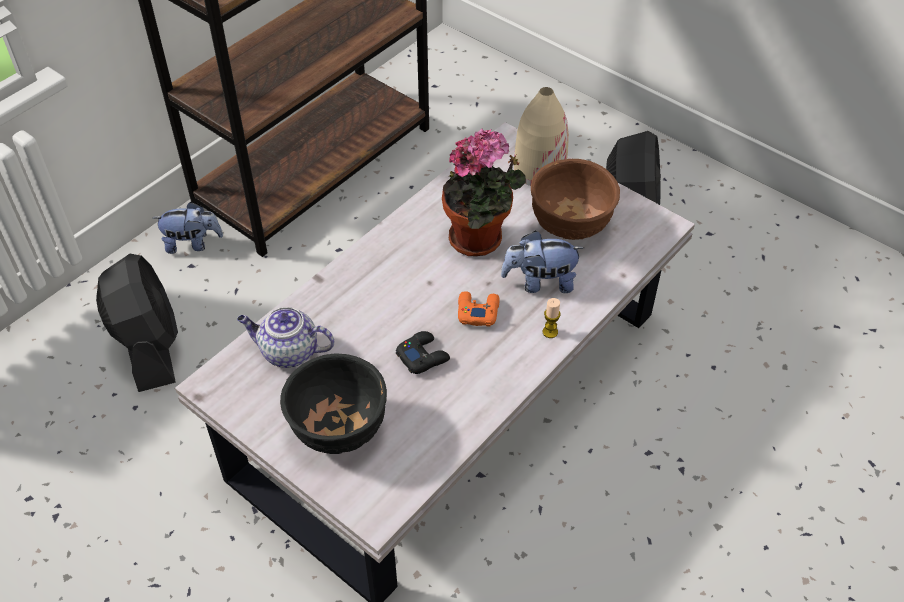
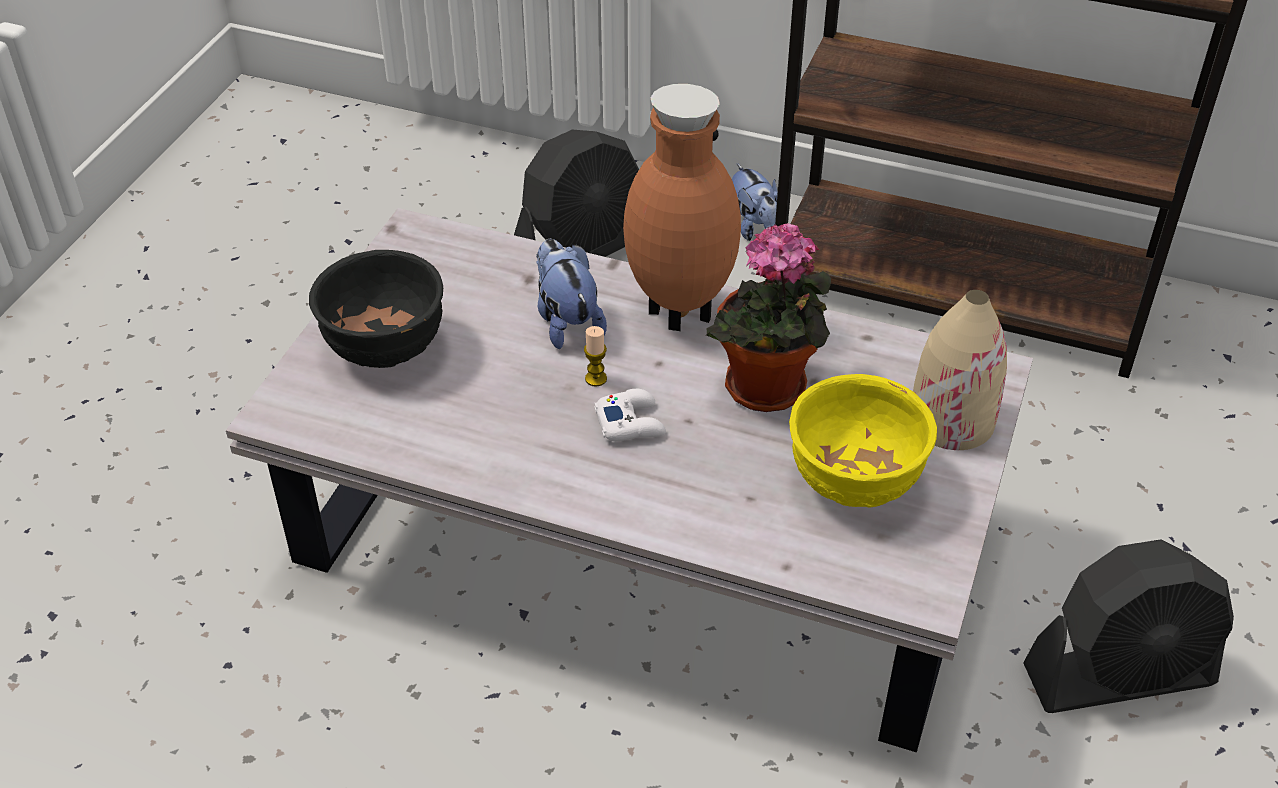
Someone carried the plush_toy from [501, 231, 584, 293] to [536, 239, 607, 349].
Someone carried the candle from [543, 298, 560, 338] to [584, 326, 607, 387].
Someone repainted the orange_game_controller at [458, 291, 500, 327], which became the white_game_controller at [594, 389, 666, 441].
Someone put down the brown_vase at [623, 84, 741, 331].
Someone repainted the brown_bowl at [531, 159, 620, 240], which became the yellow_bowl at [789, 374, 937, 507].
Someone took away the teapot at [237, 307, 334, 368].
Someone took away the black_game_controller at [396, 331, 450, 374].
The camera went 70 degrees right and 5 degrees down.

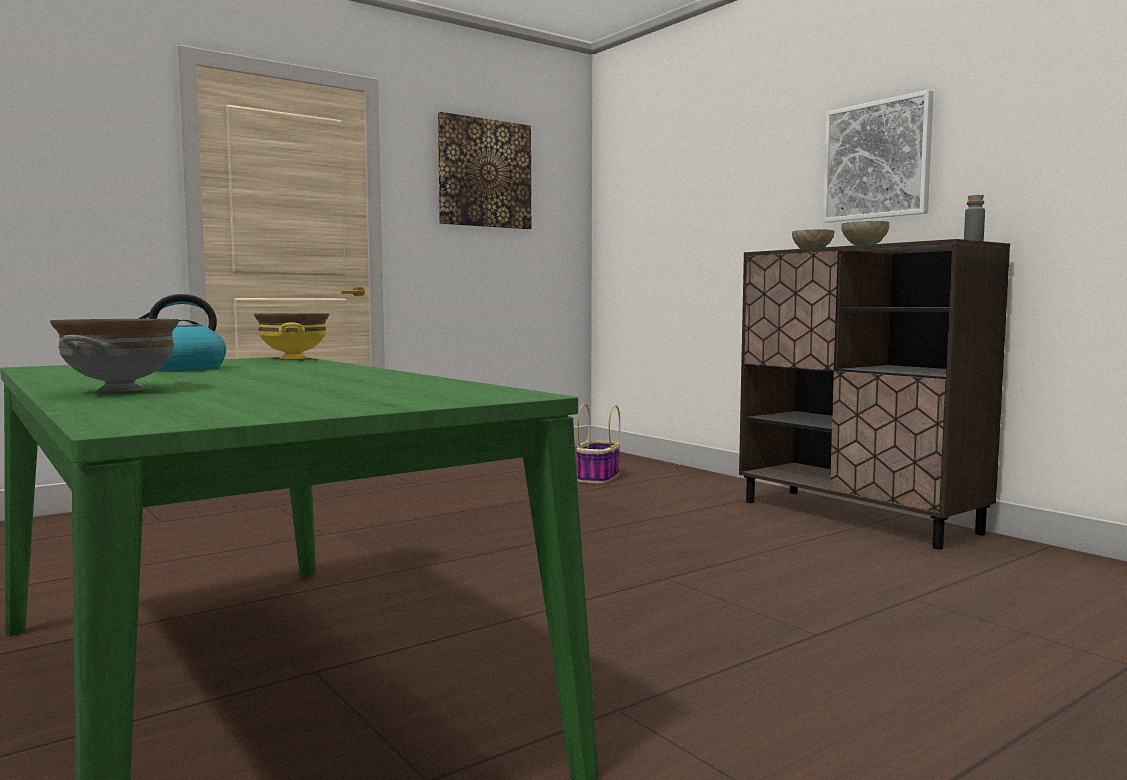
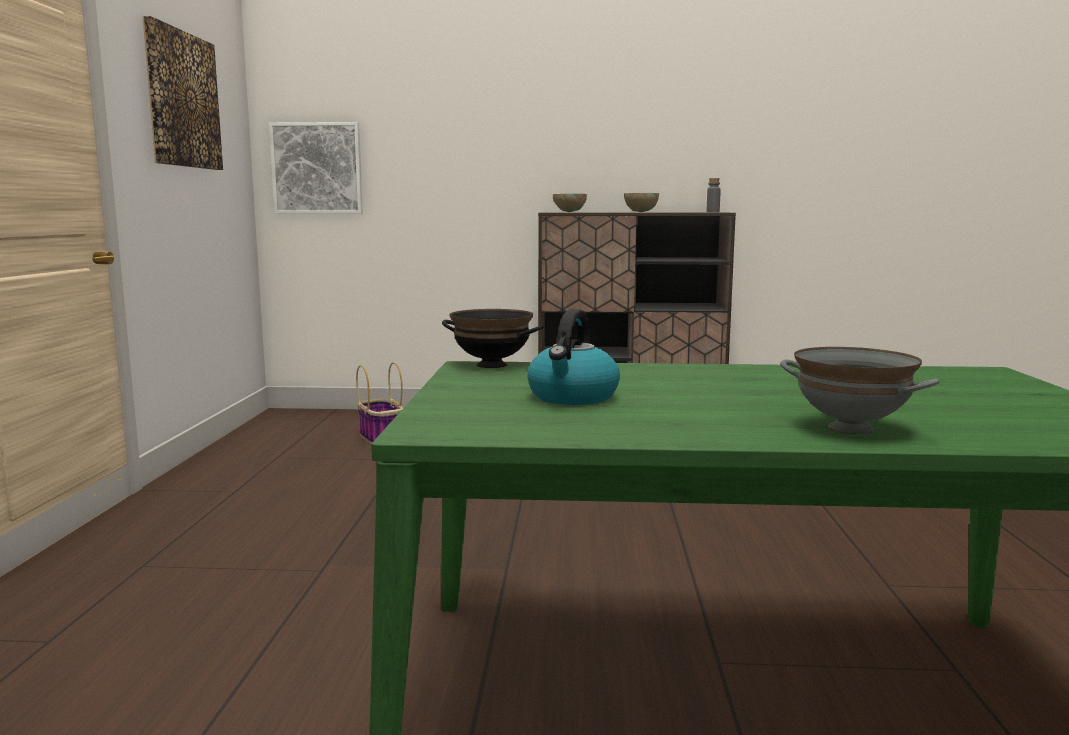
Someone carried the picture from [823, 90, 933, 223] to [269, 122, 363, 214].
Someone repainted the yellow_bowl at [254, 313, 329, 359], which became the black_bowl at [442, 309, 543, 368].
The camera went 50 degrees left and 5 degrees up.

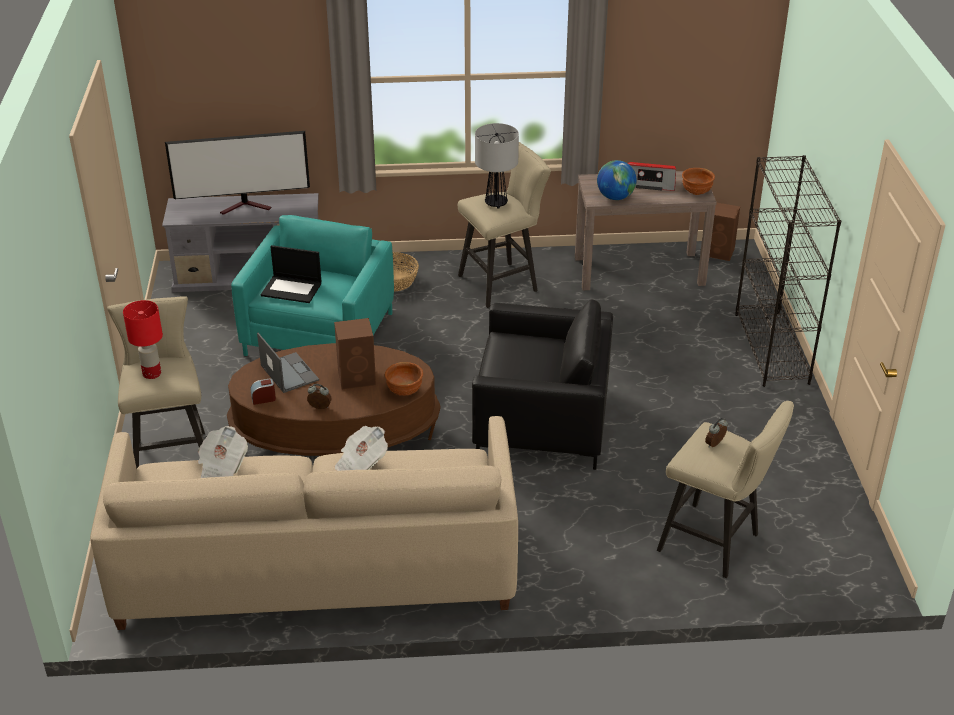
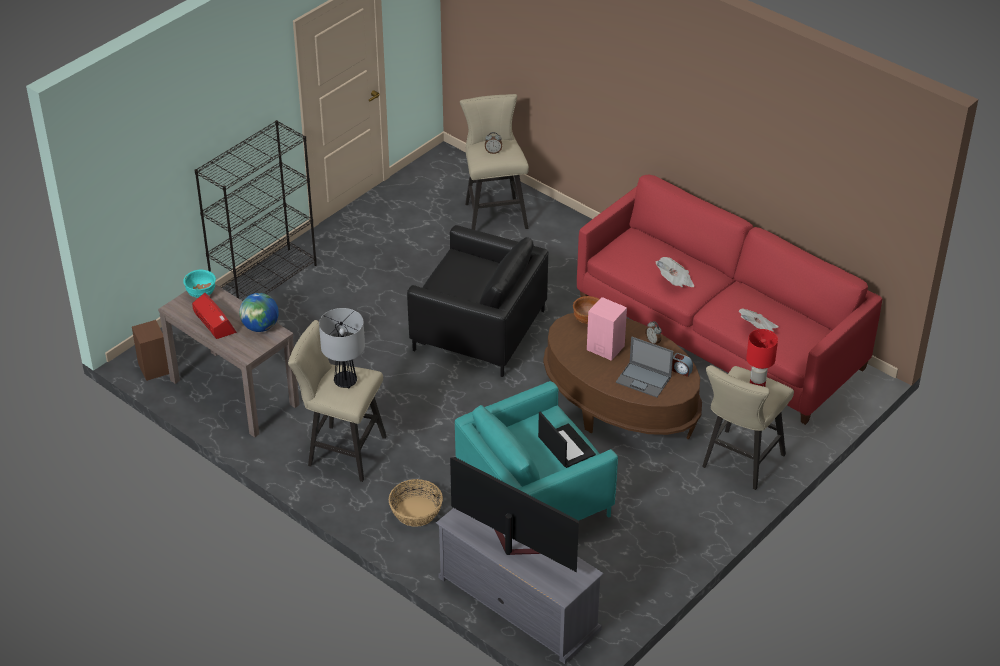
Someone repainted the brown_bowl at [682, 168, 715, 195], which became the turquoise_bowl at [183, 270, 216, 298].
Someone rotated the black_armchair at [472, 300, 613, 470] by 150 degrees clockwise.
Someone repainted the beige_sofa at [90, 416, 518, 630], which became the red_sofa at [577, 175, 882, 425].
Someone repainted the brown_speaker at [334, 318, 376, 389], which became the pink_speaker at [587, 297, 627, 361].
Someone rotated the laptop at [257, 333, 319, 393] by 75 degrees counterclockwise.
The camera went 135 degrees left and 5 degrees up.

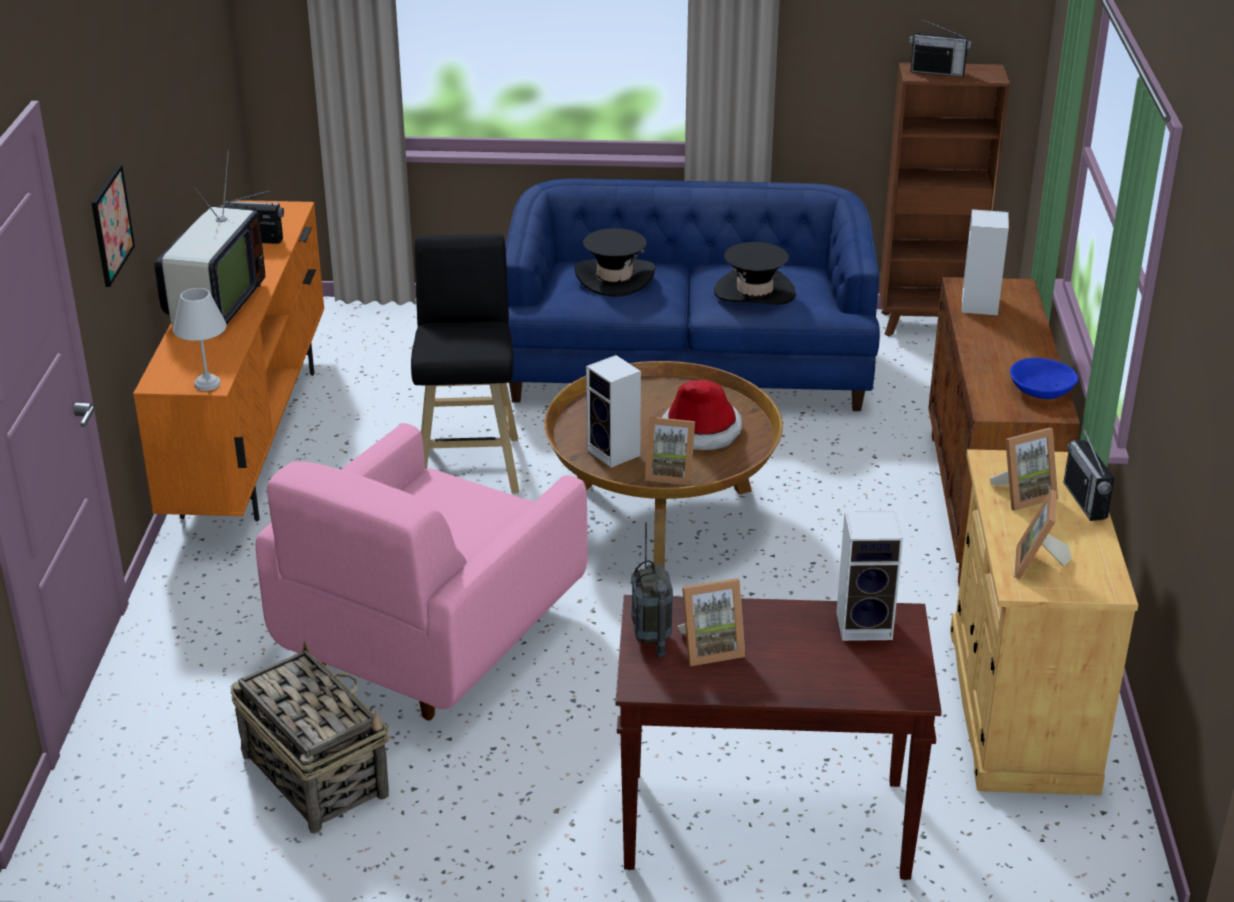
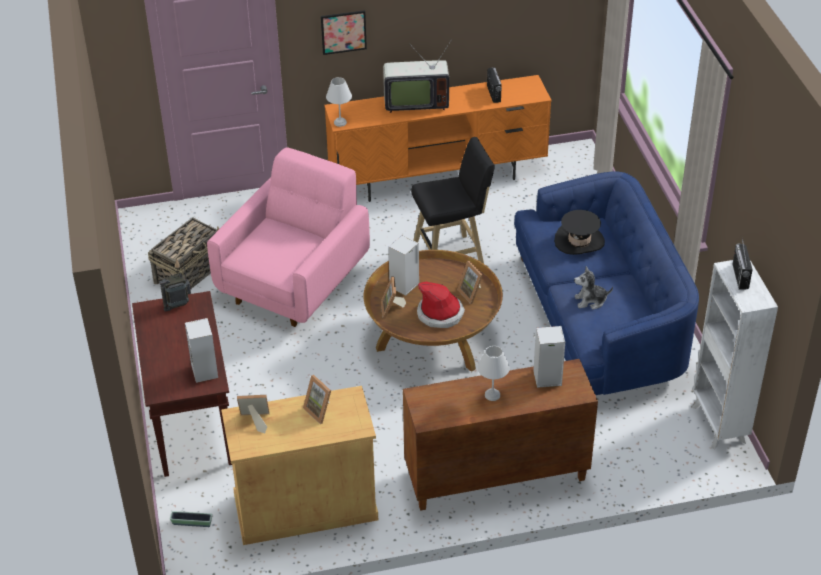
Someone put down the planter at [170, 511, 212, 527].
Someone rotated the pink_armchair at [256, 423, 588, 721] by 105 degrees clockwise.
Someone carried the picture_frame from [678, 578, 745, 666] to [457, 261, 483, 304].
Someone put down the white_table_lamp at [478, 346, 510, 401].
Someone swapped the black_hat at [714, 242, 796, 305] for the plush_toy at [574, 266, 613, 310].
Someone repainted the brown_bookcase at [879, 63, 1010, 336], which became the white_bookcase at [691, 260, 778, 450].
Someone took away the blue_bowl at [1010, 358, 1078, 399].
Someone took away the radio at [1063, 426, 1115, 521].
The camera went 75 degrees right and 10 degrees up.

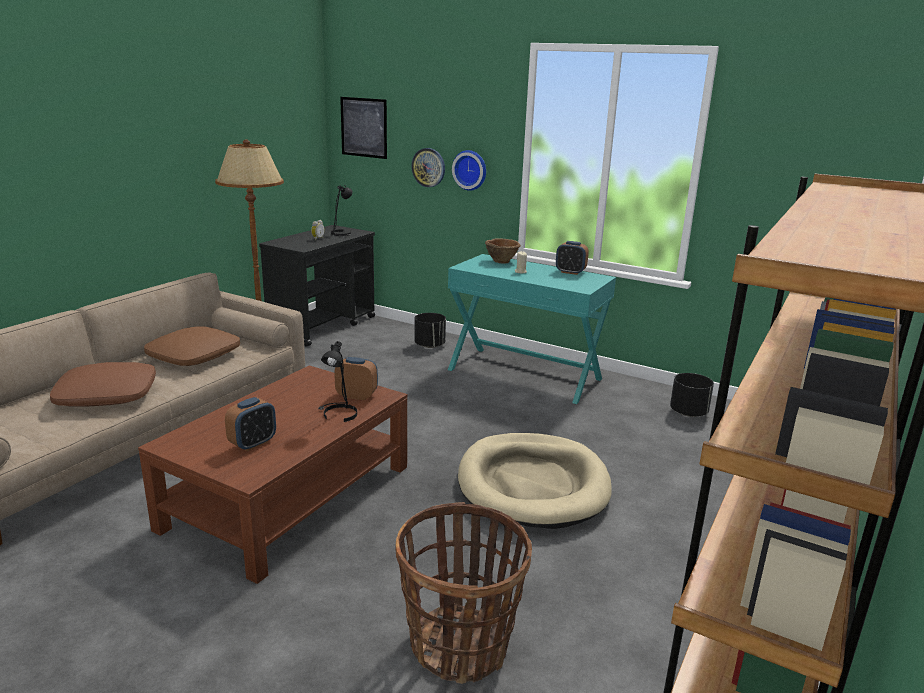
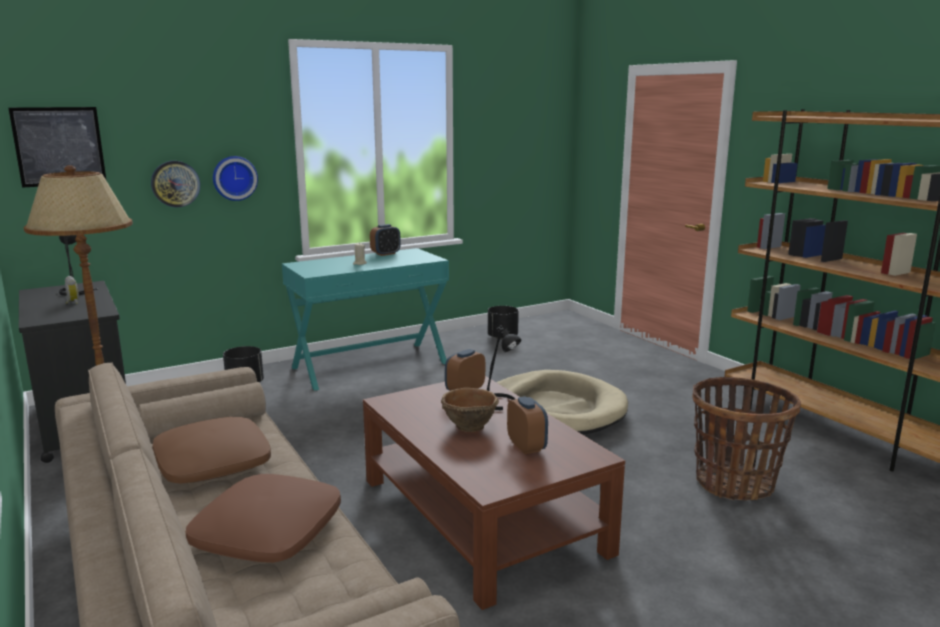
Someone carried the brown_bowl from [485, 238, 521, 264] to [441, 388, 499, 432].
The camera went 60 degrees left and 5 degrees down.

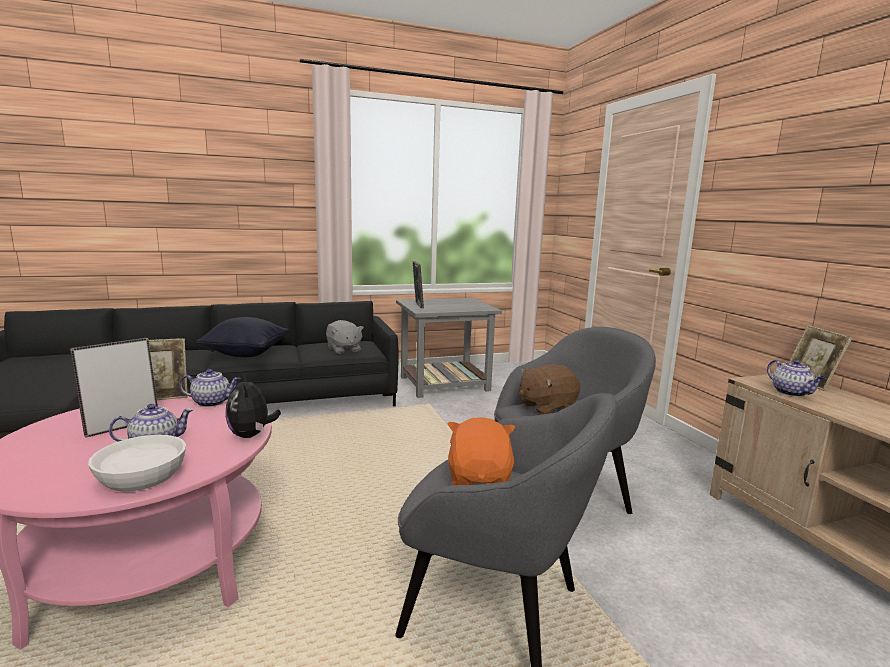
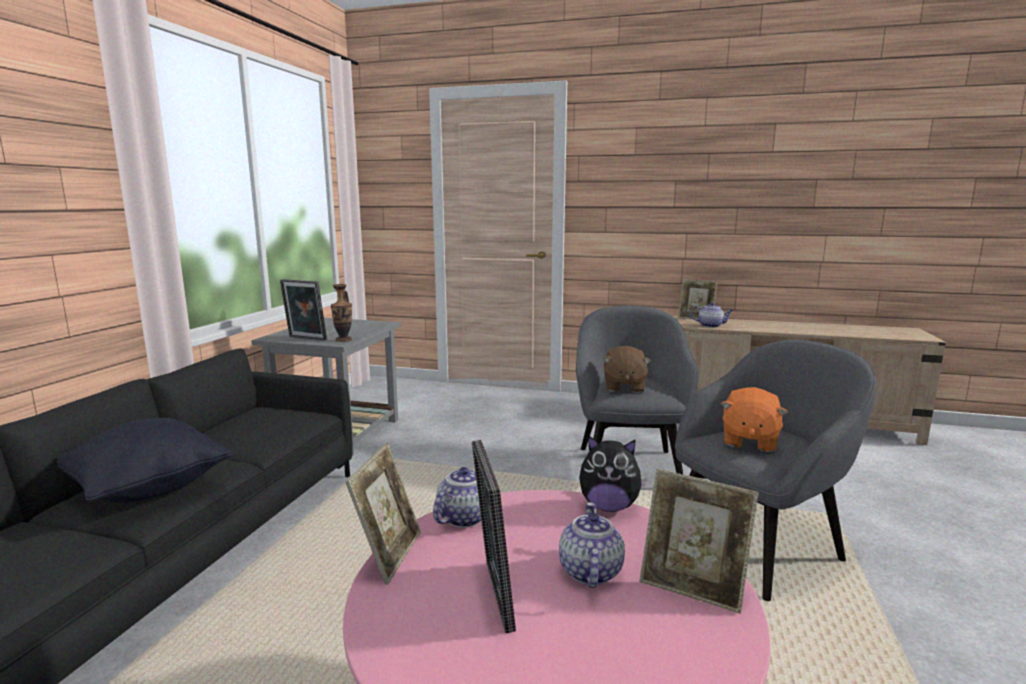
Someone put down the vase at [331, 284, 352, 342].
Someone swapped the white_bowl at [88, 435, 186, 492] for the picture_frame at [639, 469, 759, 614].
Someone rotated the orange_plush_toy at [448, 417, 515, 485] by 105 degrees counterclockwise.
Someone took away the grey_plush_toy at [326, 320, 364, 354].
The camera went 55 degrees left and 0 degrees up.

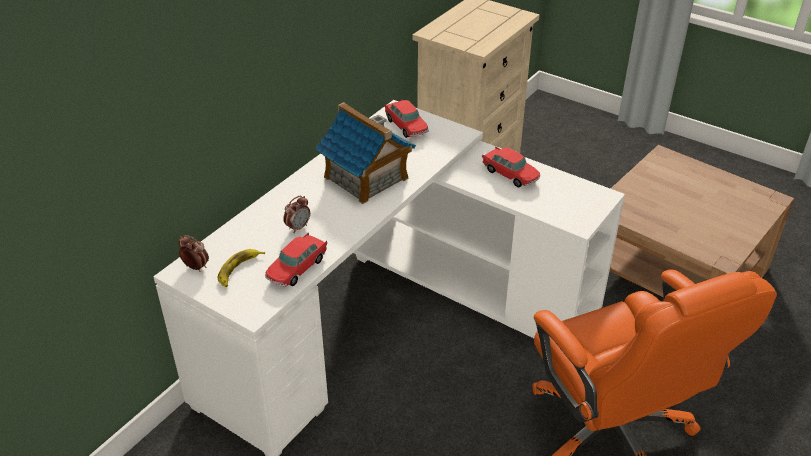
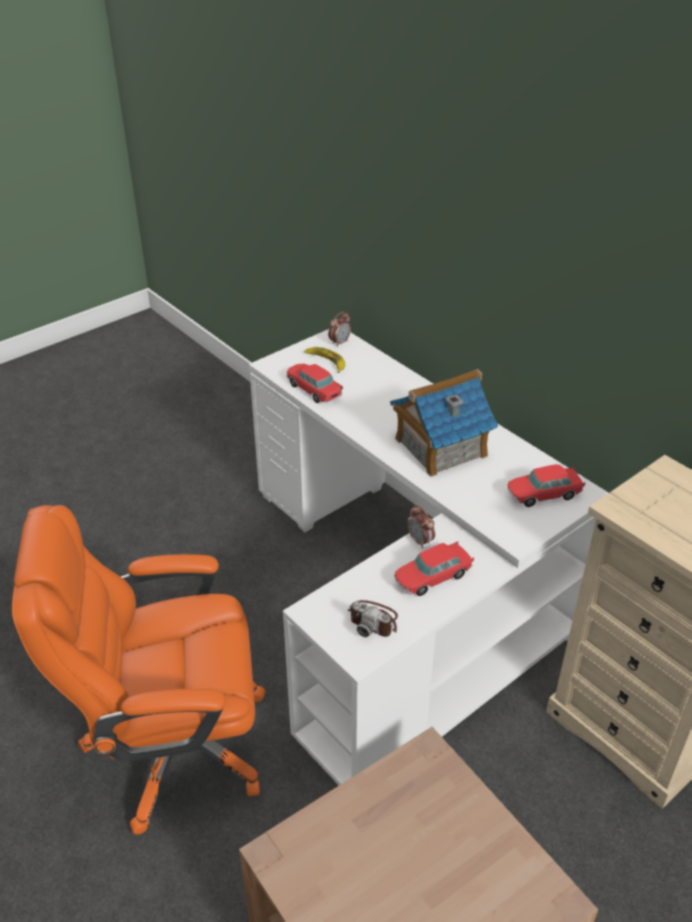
Someone put down the photo_camera at [348, 600, 398, 637].
Someone carried the alarm_clock from [283, 195, 310, 233] to [407, 505, 435, 548].
The camera went 105 degrees right and 0 degrees up.

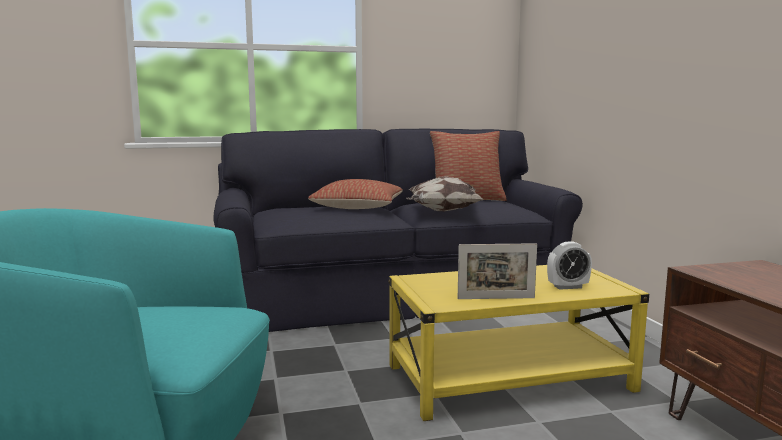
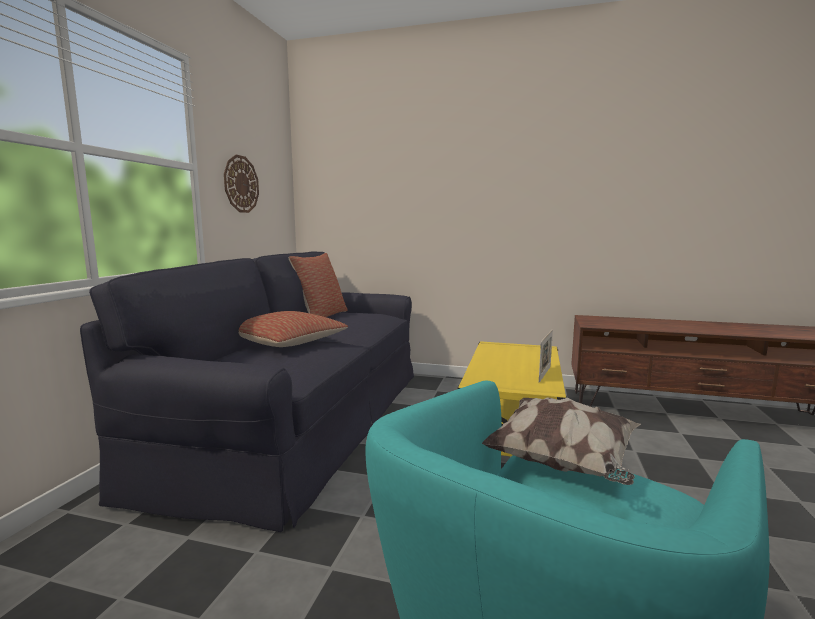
Someone put up the wall_clock at [224, 155, 259, 213].
Someone carried the pillow from [407, 176, 483, 211] to [482, 397, 641, 485].
Someone took away the alarm_clock at [547, 241, 592, 290].
The camera went 60 degrees left and 0 degrees up.

